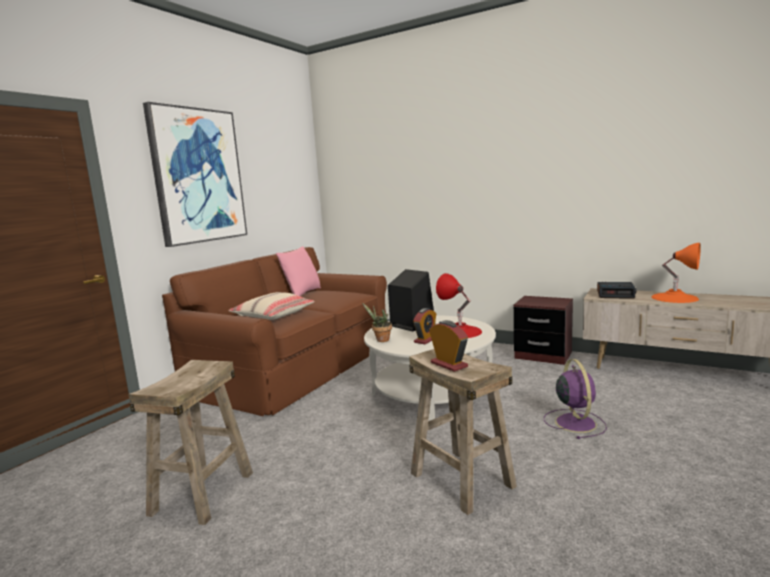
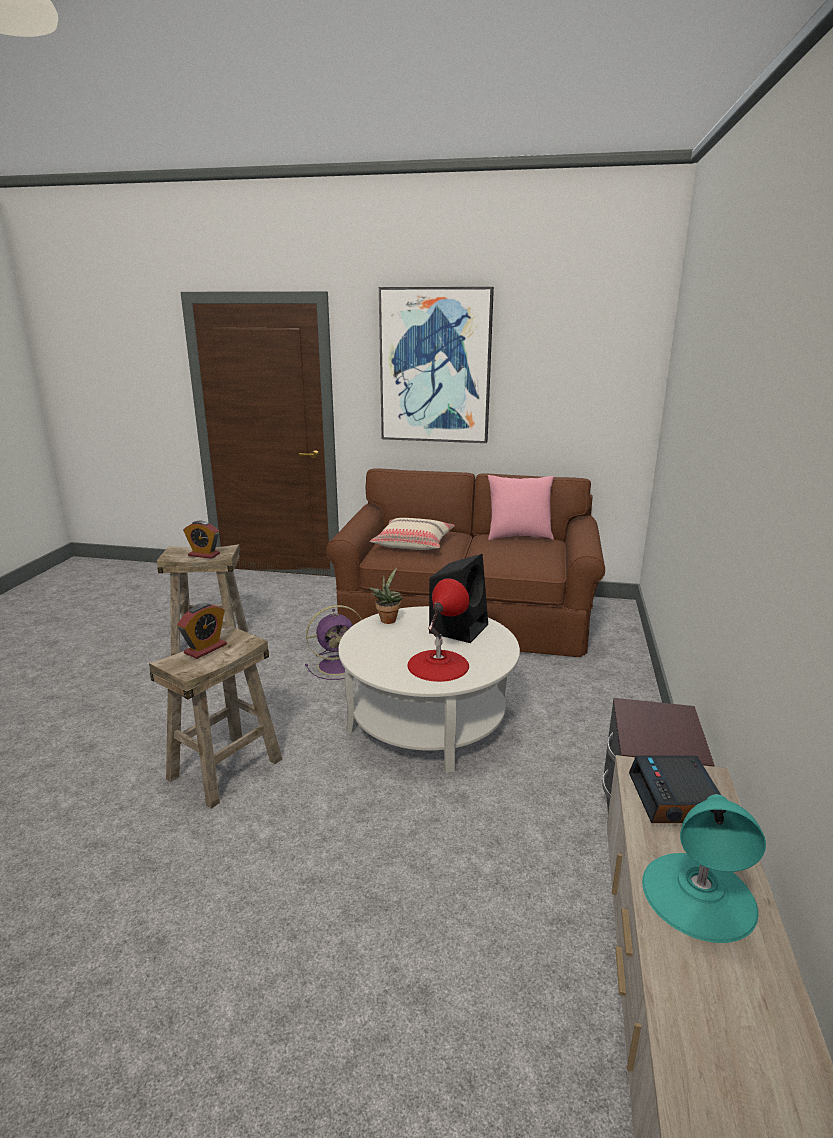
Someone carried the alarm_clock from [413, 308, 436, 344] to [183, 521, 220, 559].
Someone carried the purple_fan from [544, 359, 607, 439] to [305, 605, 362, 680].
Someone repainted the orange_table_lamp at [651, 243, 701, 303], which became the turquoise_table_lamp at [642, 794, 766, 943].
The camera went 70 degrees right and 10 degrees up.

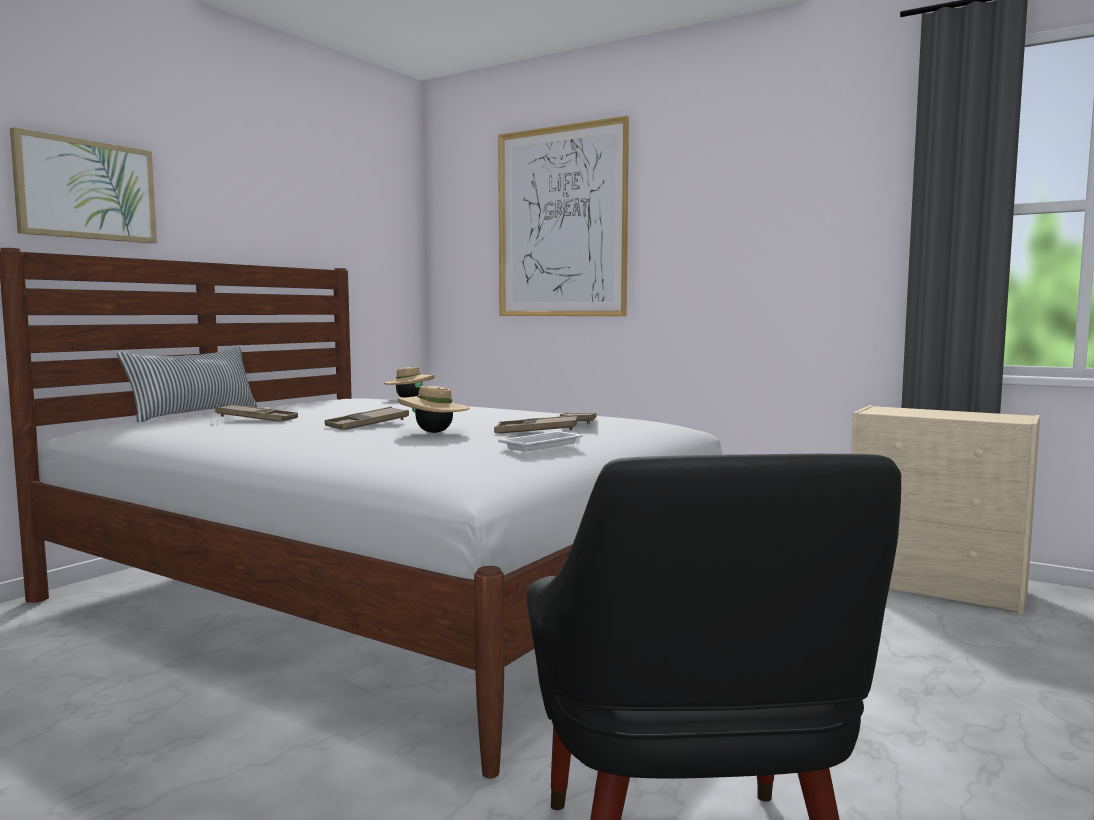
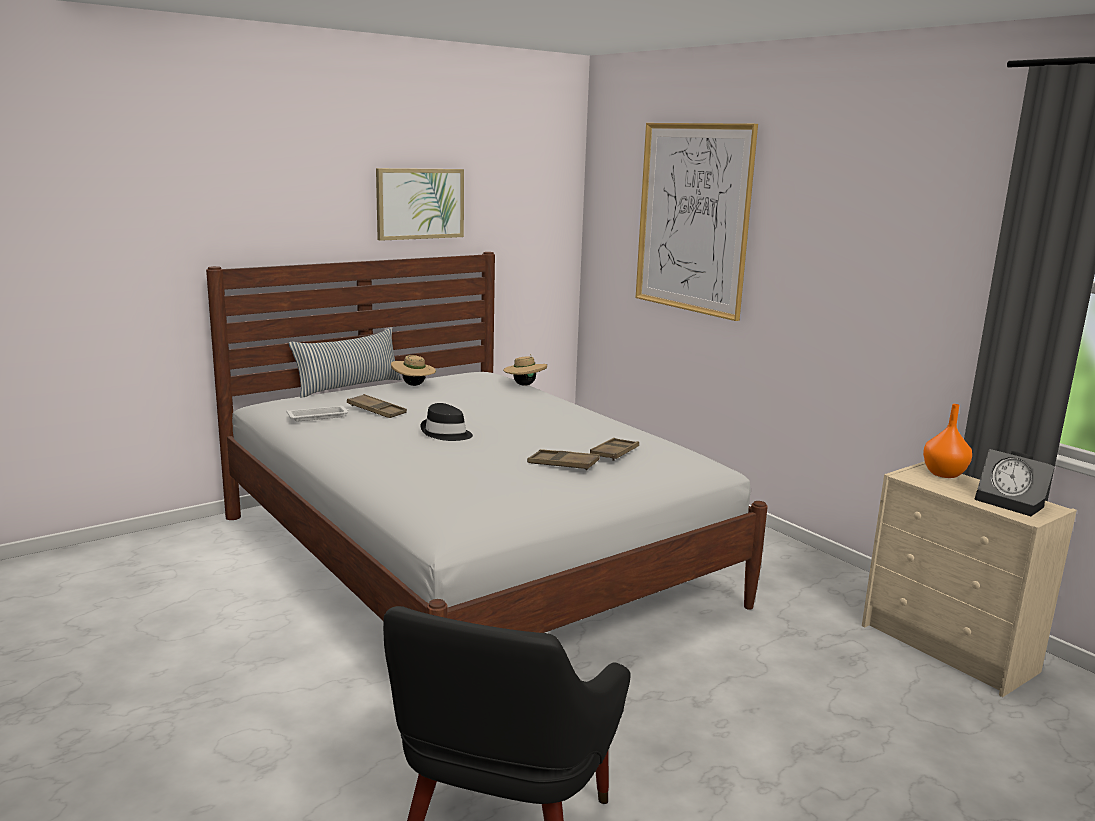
Someone carried the white_tray from [498, 431, 583, 452] to [286, 406, 349, 422].
Someone carried the picture from [10, 127, 157, 244] to [376, 168, 464, 241].
Someone carried the beige_hat from [398, 386, 470, 433] to [391, 355, 436, 386].
Someone swapped the brown_tray at [325, 407, 409, 430] for the black_hat at [420, 403, 473, 441].
Someone put down the orange_vase at [923, 404, 972, 478].
Someone put down the alarm_clock at [974, 449, 1055, 516].
The camera went 20 degrees right and 10 degrees up.

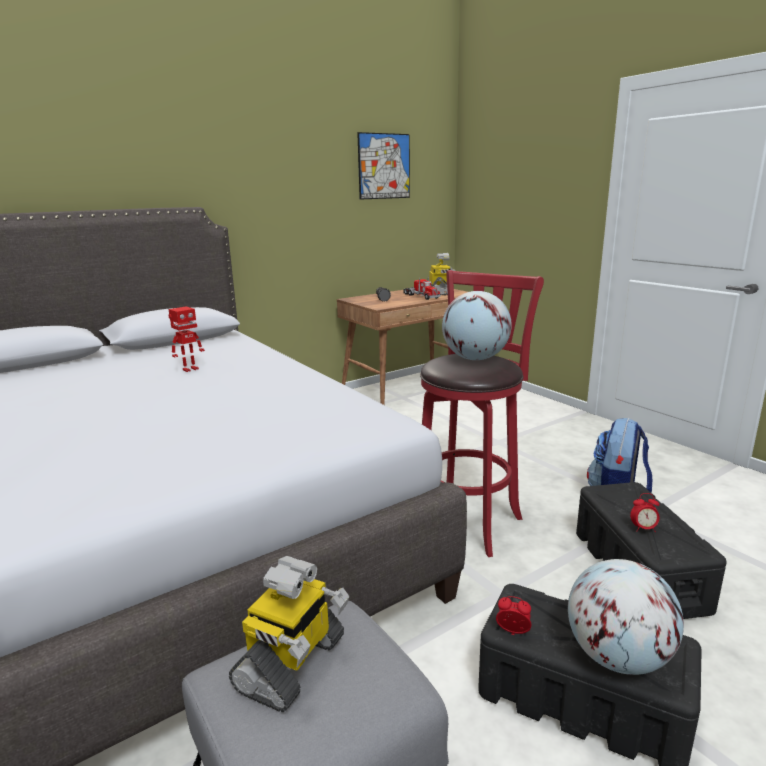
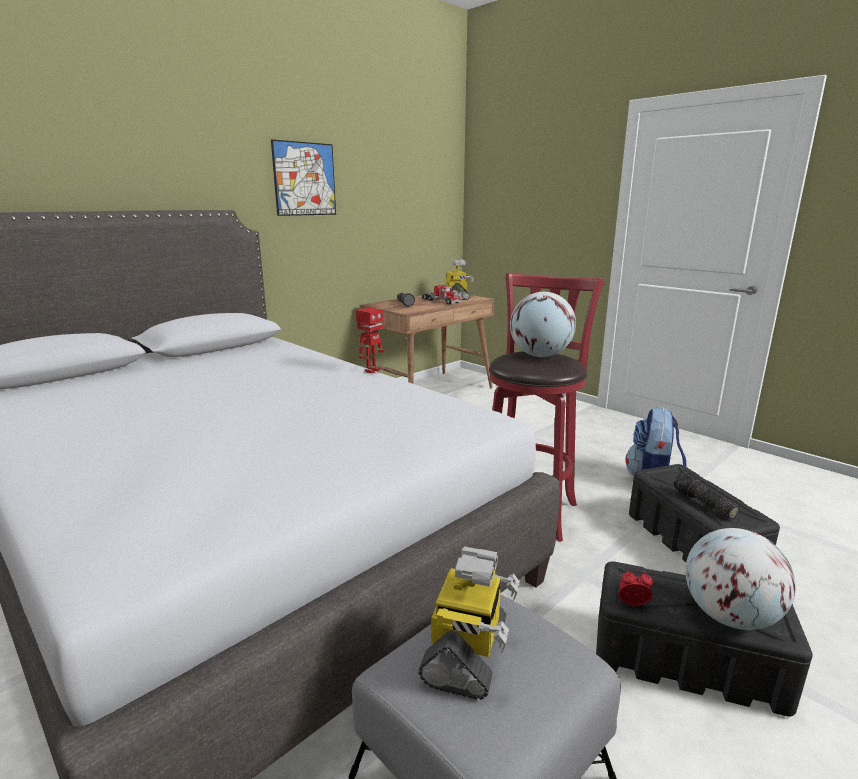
Someone carried the picture from [357, 132, 410, 200] to [271, 139, 336, 216].
Someone carried the toy_robot from [169, 306, 205, 372] to [356, 308, 385, 374].
Someone swapped the alarm_clock at [630, 493, 660, 532] for the flashlight at [673, 472, 739, 519].
The camera went 10 degrees left and 0 degrees up.

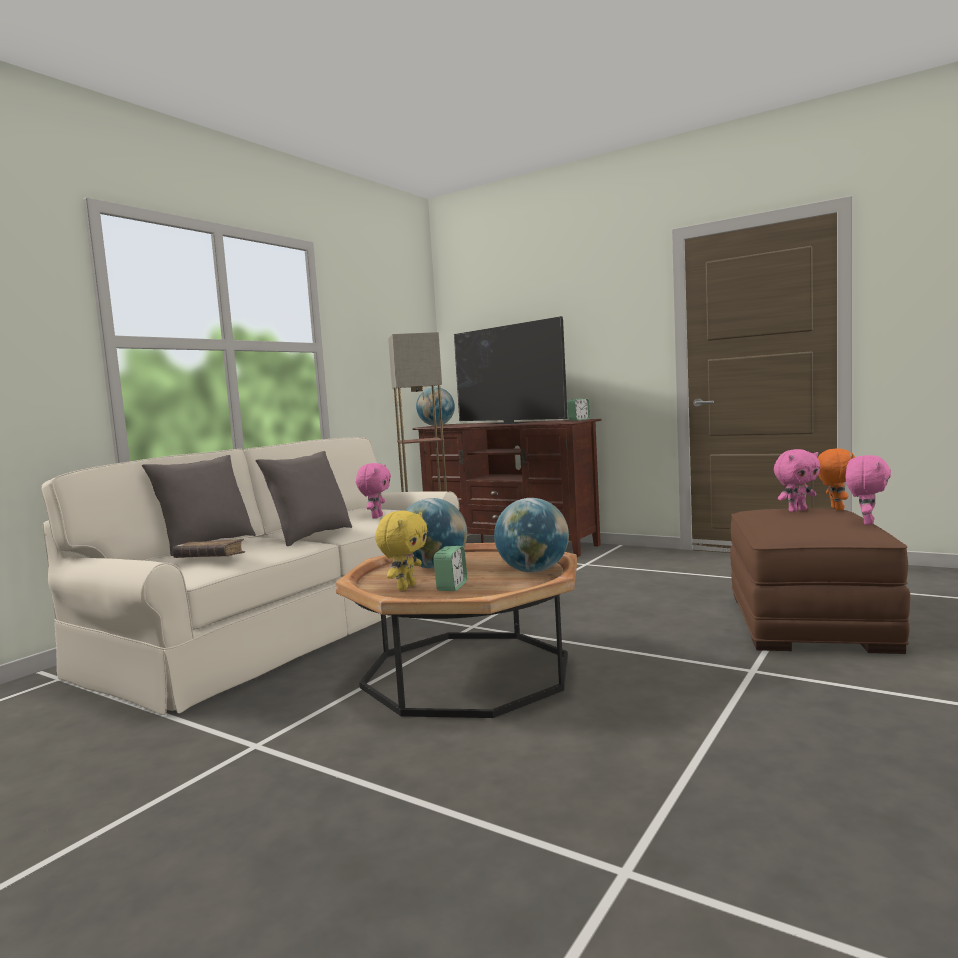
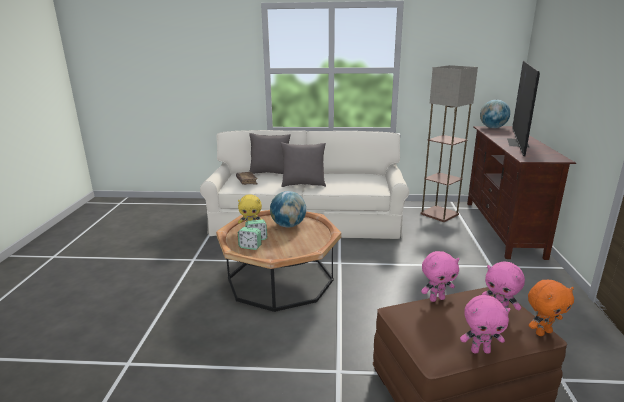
Someone carried the alarm_clock from [567, 398, 590, 421] to [238, 227, 261, 250].
Someone carried the pink_plush_toy from [356, 463, 391, 519] to [421, 251, 459, 302].
Someone took away the globe at [494, 498, 569, 573].
The camera went 60 degrees right and 15 degrees up.

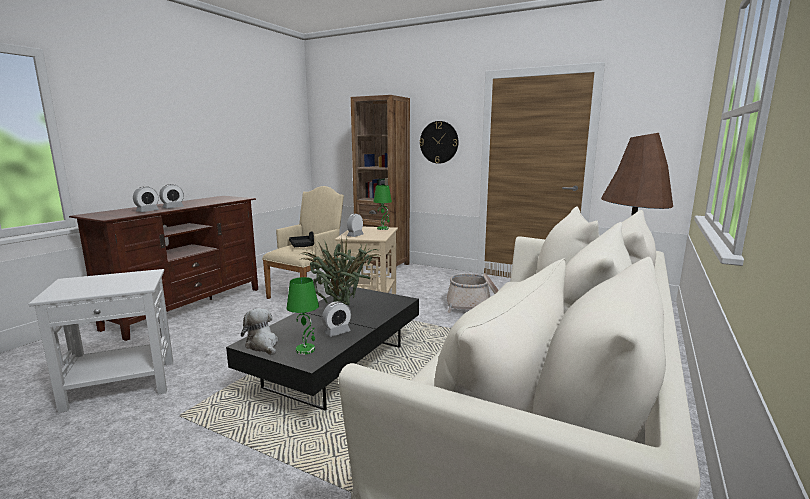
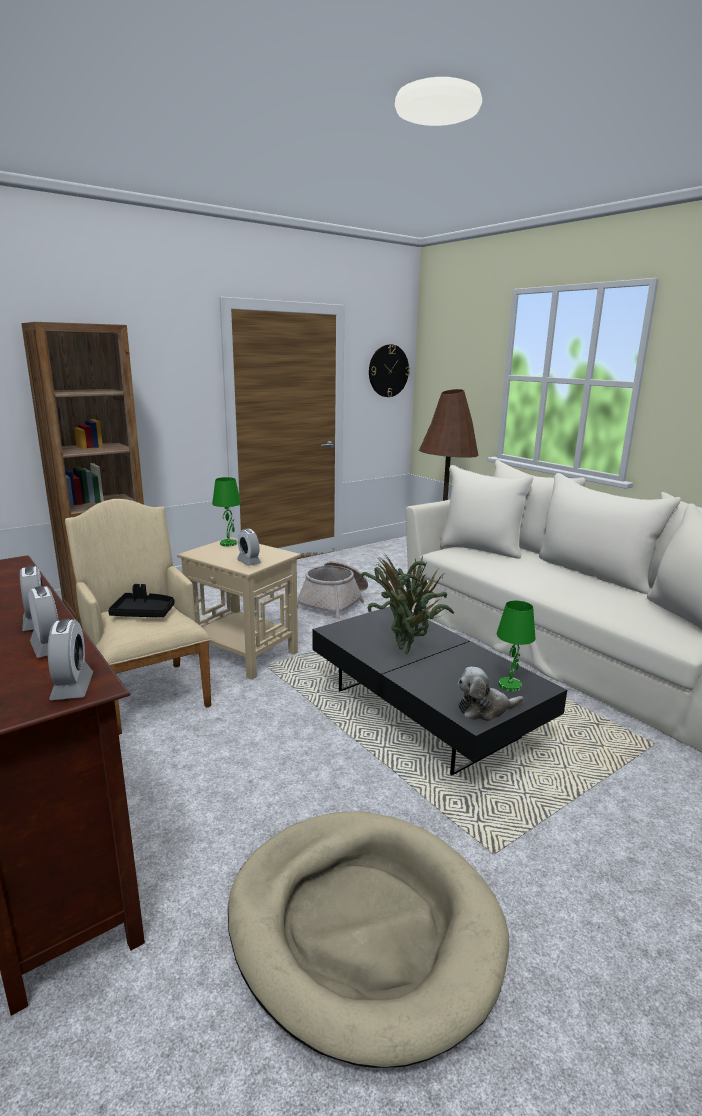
Someone carried the alarm_clock from [322, 301, 351, 337] to [48, 619, 93, 700].
Someone swapped the white_side_table at [28, 269, 173, 413] for the beige_dog_bed at [228, 811, 509, 1068].
Someone carried the wall_clock from [420, 121, 458, 164] to [369, 344, 410, 397].
The camera went 65 degrees left and 5 degrees up.

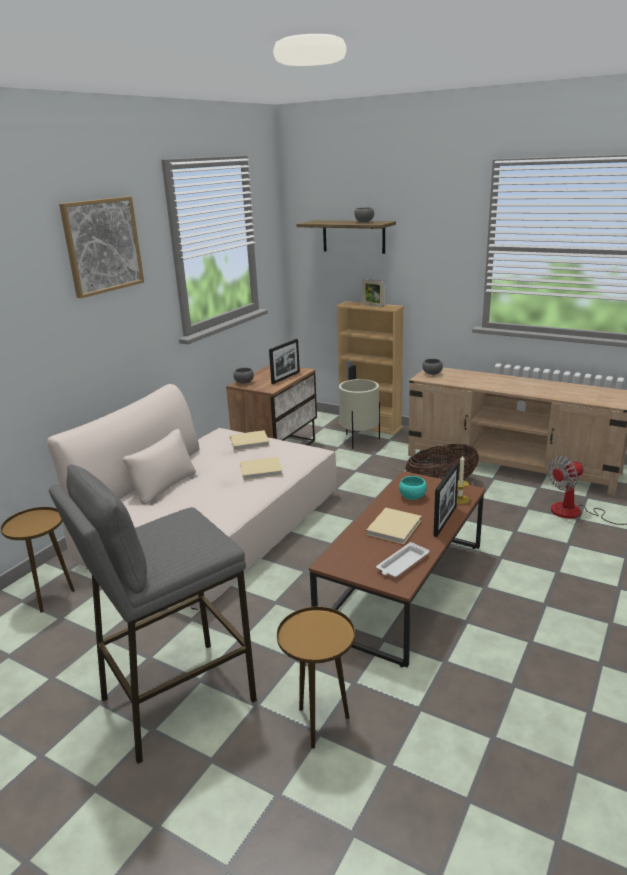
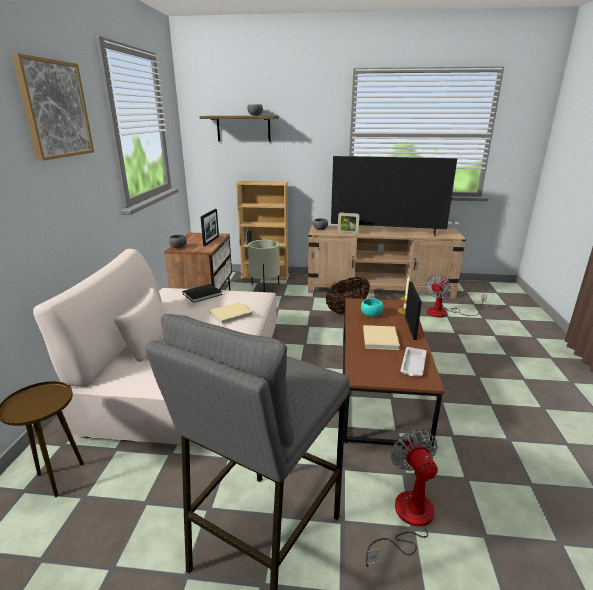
Someone repainted the beige_book at [230, 430, 270, 450], which became the black_book at [182, 284, 222, 303].
Someone put down the television at [331, 156, 457, 236].
Someone carried the picture_frame from [362, 279, 384, 308] to [338, 212, 360, 235].
Someone swapped the brown_side_table at [277, 607, 355, 749] for the fan at [366, 430, 438, 567].
The camera went 25 degrees left and 0 degrees up.

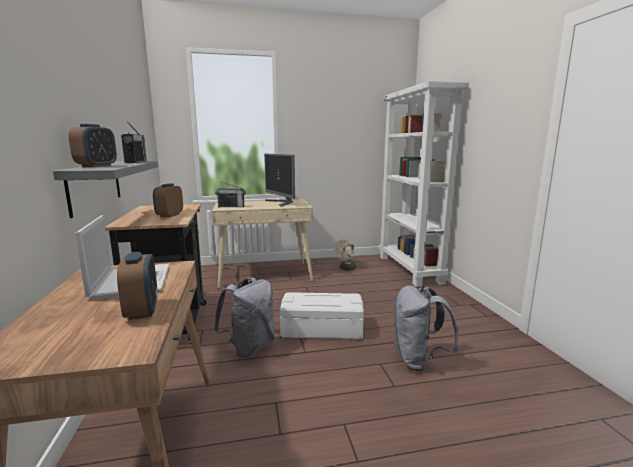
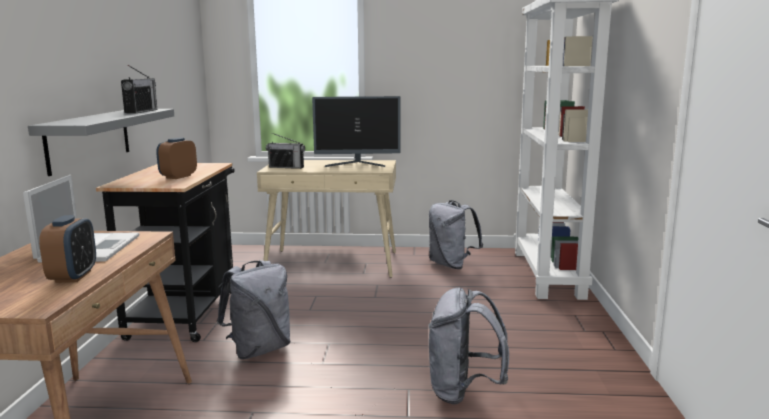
Someone rotated the monitor at [264, 153, 295, 207] by 75 degrees counterclockwise.
Someone swapped the beige_fan at [335, 240, 356, 270] for the grey_backpack at [429, 200, 483, 269].
Someone took away the alarm_clock at [68, 124, 117, 167].
Someone took away the white_storage_box at [280, 292, 364, 339].
The camera went 15 degrees right and 0 degrees up.

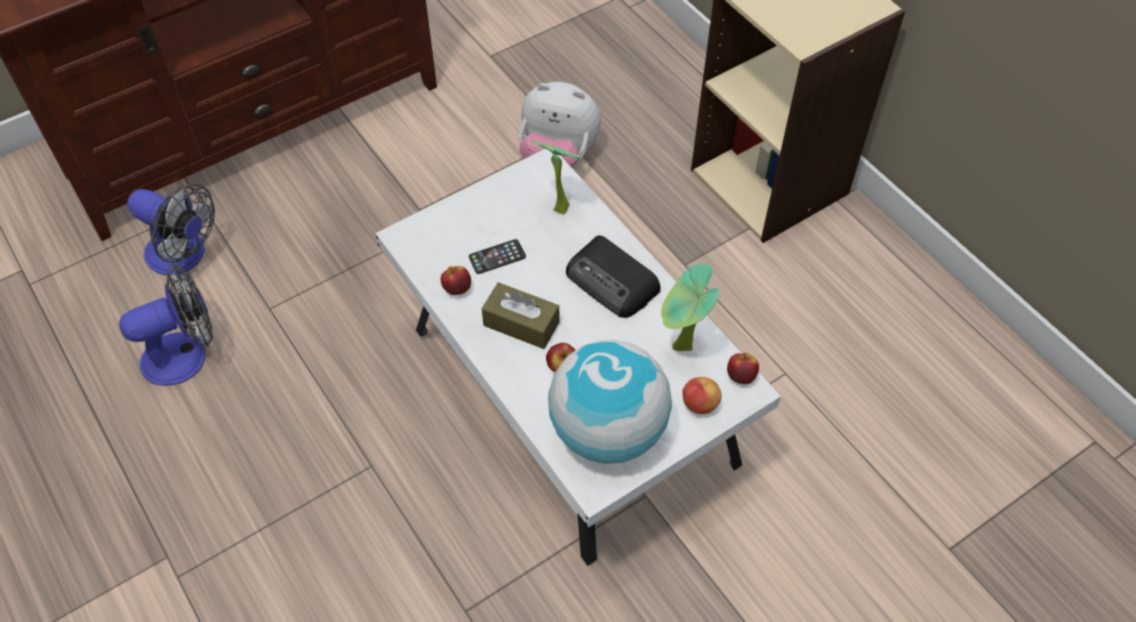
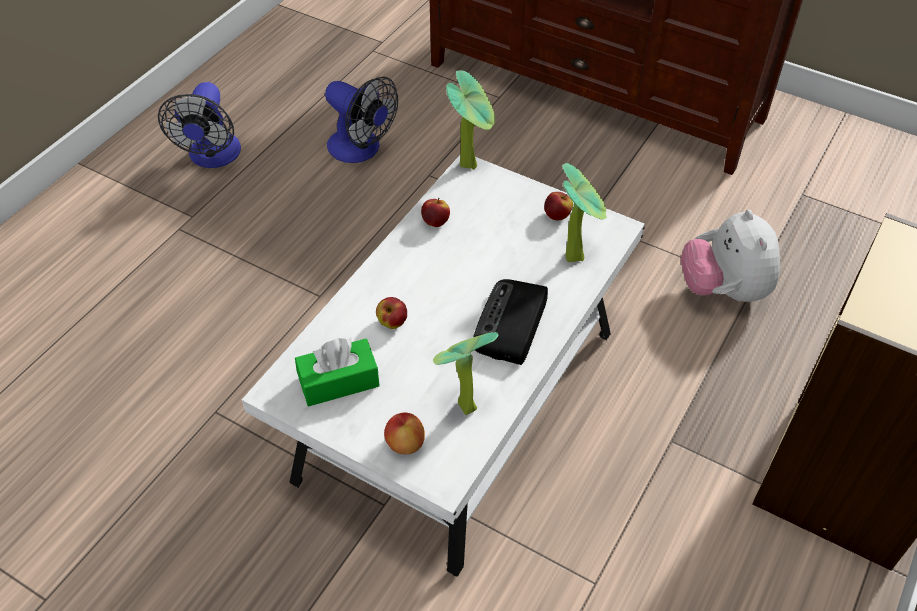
Someone carried the fan from [127, 184, 215, 275] to [158, 82, 241, 168].
Someone swapped the globe at [548, 340, 672, 464] for the green_tissue_box at [295, 338, 380, 406].
Someone put down the potted_plant at [446, 70, 495, 170].
Someone carried the apple from [727, 353, 759, 384] to [544, 192, 573, 220].
Someone took away the phone at [469, 239, 526, 274].
Someone took away the brown_tissue_box at [482, 282, 559, 349].
The camera went 65 degrees right and 5 degrees down.

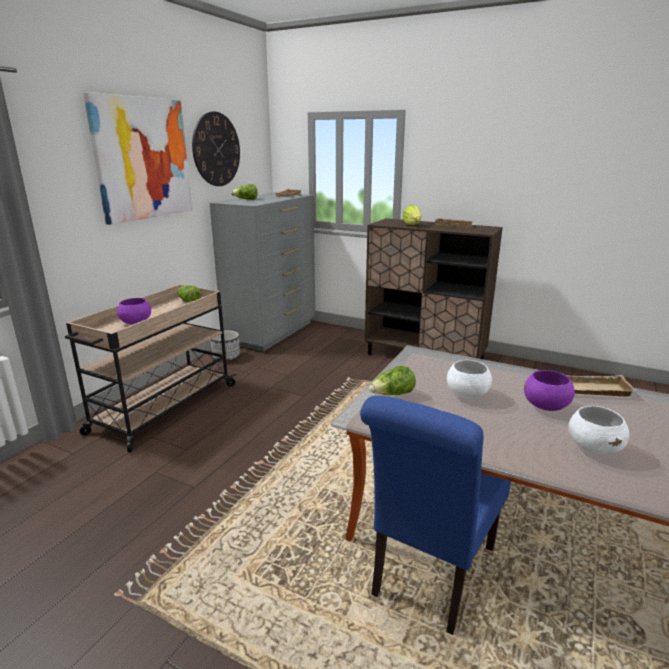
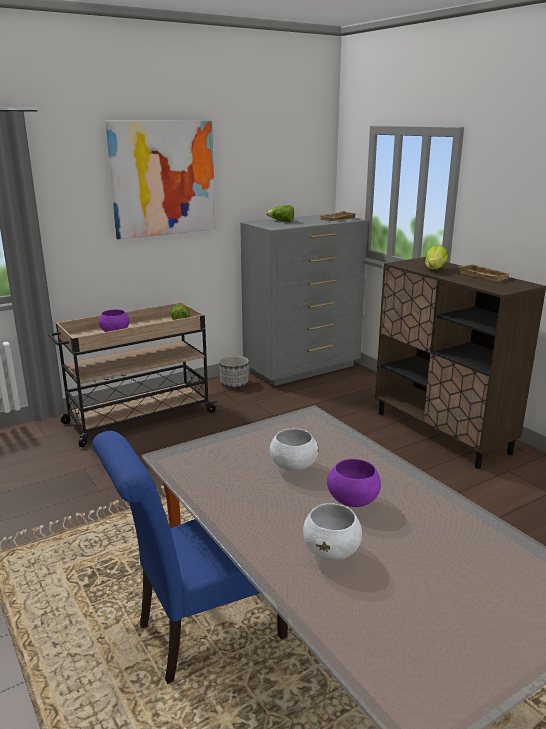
Someone took away the wall_clock at [192, 112, 240, 186].
Someone took away the lettuce at [369, 366, 416, 395].
Someone took away the beige_tray at [566, 375, 636, 397].
The camera went 30 degrees right and 0 degrees up.

